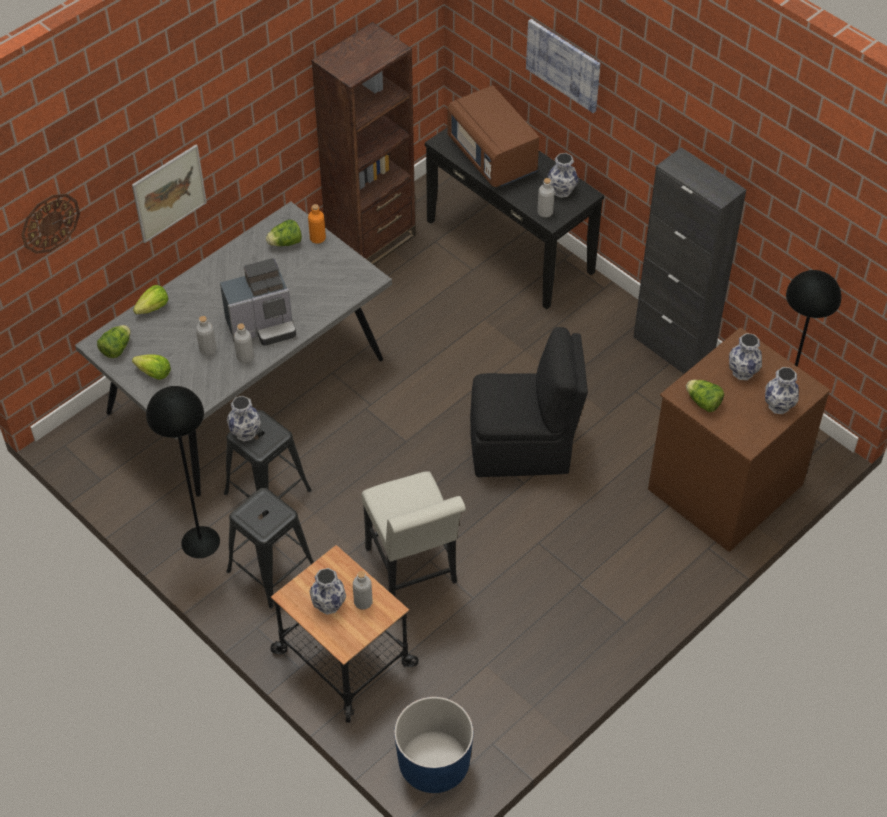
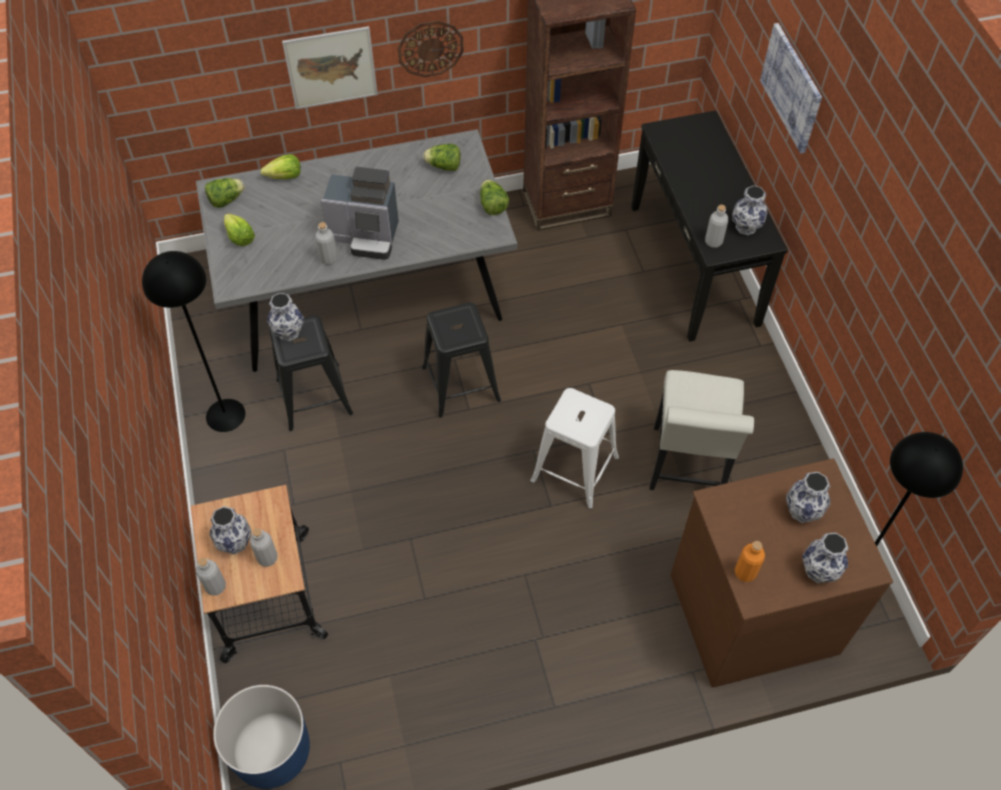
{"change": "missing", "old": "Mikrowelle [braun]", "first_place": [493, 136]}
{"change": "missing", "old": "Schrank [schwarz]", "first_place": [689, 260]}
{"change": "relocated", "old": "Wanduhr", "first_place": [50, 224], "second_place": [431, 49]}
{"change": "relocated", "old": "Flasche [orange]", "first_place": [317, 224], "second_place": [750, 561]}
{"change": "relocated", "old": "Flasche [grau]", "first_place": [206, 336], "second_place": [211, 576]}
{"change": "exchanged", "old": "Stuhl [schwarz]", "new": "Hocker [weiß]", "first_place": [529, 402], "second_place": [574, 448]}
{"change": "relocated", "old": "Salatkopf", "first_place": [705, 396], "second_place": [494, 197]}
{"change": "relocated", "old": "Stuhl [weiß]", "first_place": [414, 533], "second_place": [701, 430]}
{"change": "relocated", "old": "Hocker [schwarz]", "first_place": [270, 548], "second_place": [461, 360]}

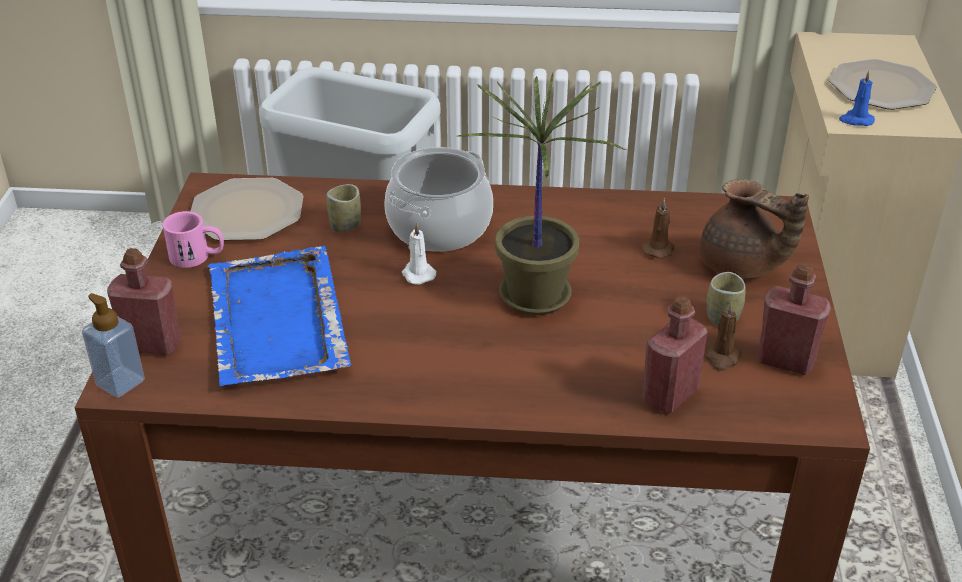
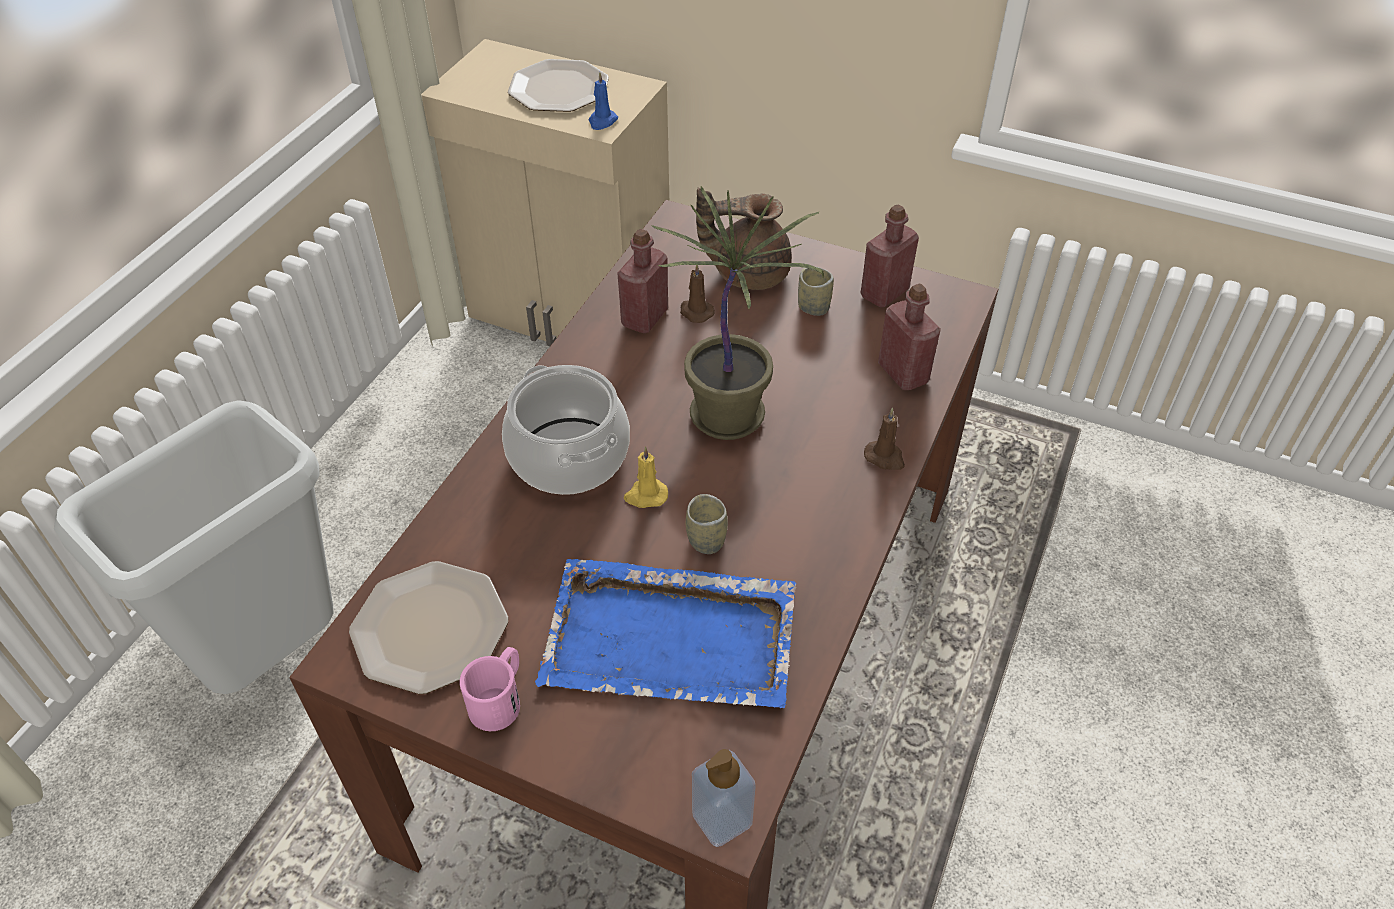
{"change": "spun", "old": "Teekanne [braun]", "first_place": [754, 229], "second_place": [744, 239], "degrees": -150}
{"change": "relocated", "old": "Tasse", "first_place": [343, 208], "second_place": [707, 524]}
{"change": "colour", "old": "Kerze [weiß]", "new": "Kerze [gelb]", "first_place": [419, 253], "second_place": [646, 477]}
{"change": "relocated", "old": "Flasche [rot]", "first_place": [144, 301], "second_place": [642, 281]}
{"change": "relocated", "old": "Kerze [braun]", "first_place": [723, 336], "second_place": [884, 439]}

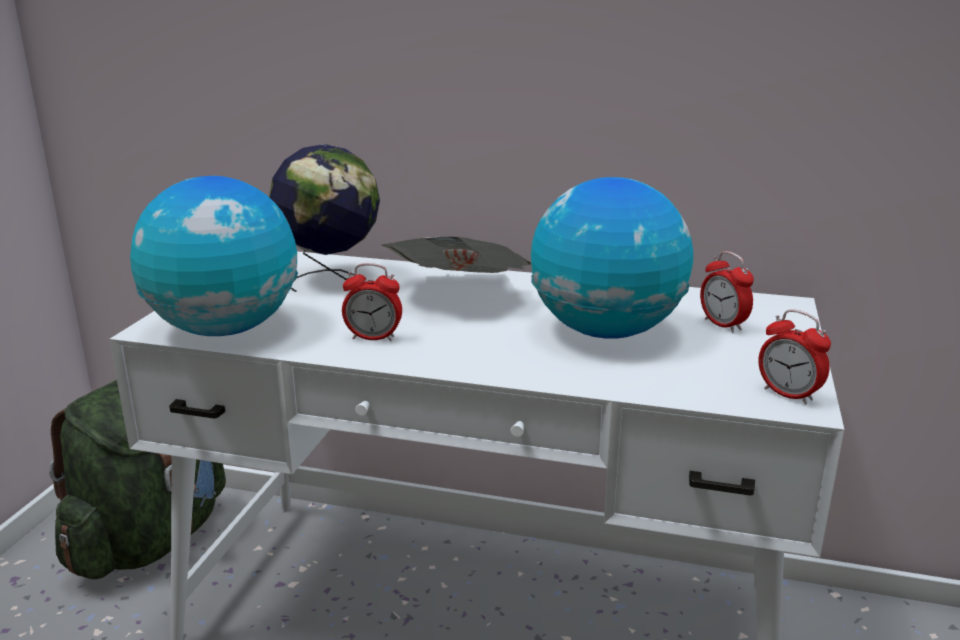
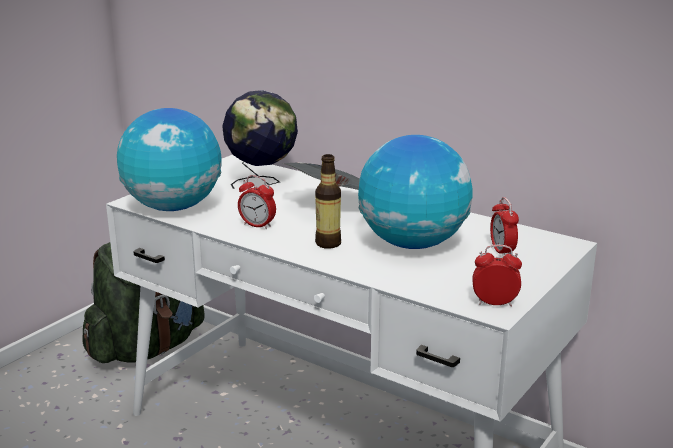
{"change": "spun", "old": "Wecker", "first_place": [794, 357], "second_place": [497, 276], "degrees": 120}
{"change": "appeared", "new": "Flasche", "second_place": [328, 201]}

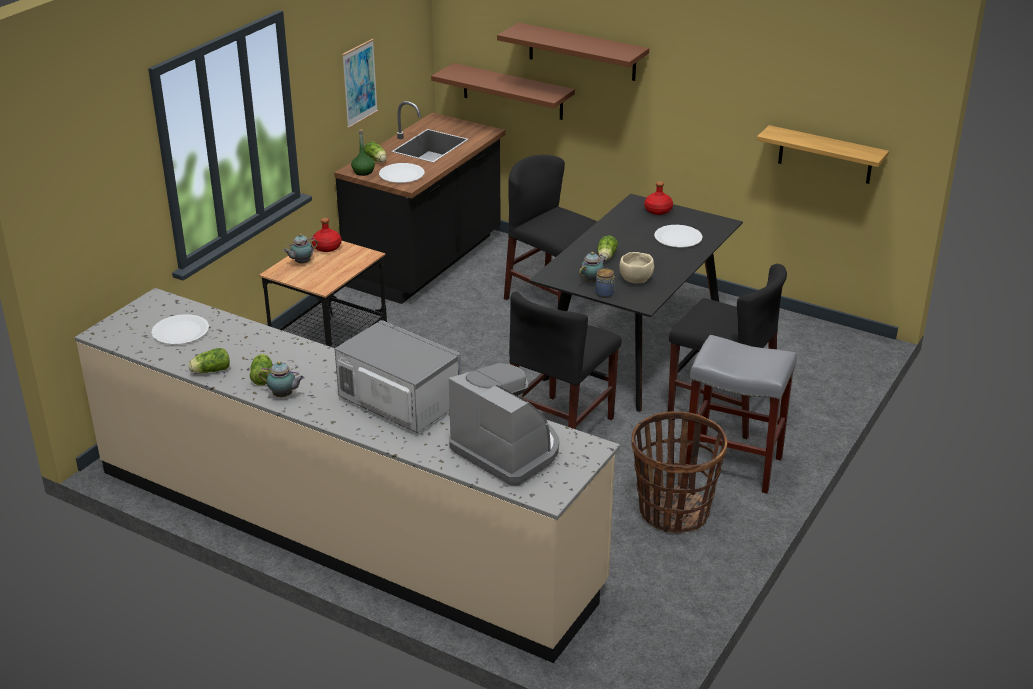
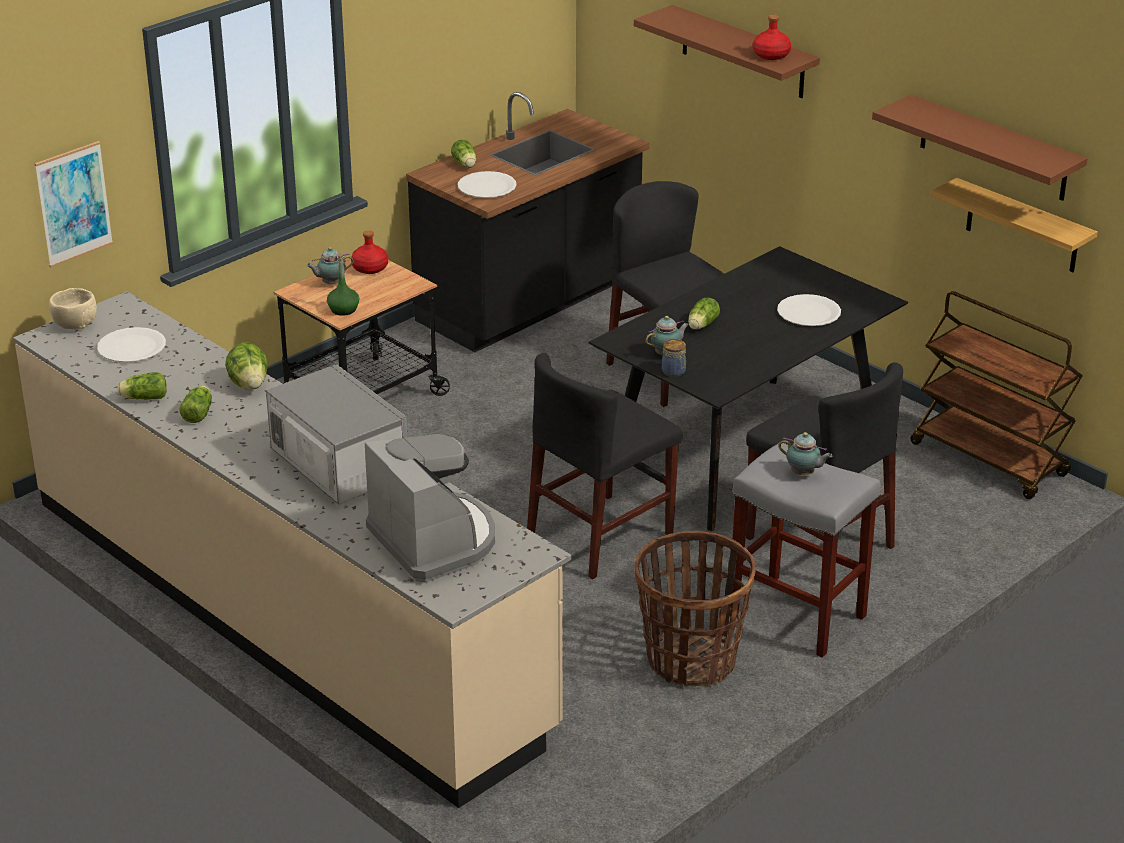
{"change": "relocated", "old": "Bild", "first_place": [360, 84], "second_place": [74, 204]}
{"change": "relocated", "old": "Wandregal [braun]", "first_place": [503, 91], "second_place": [980, 147]}
{"change": "relocated", "old": "Flasche [grün]", "first_place": [363, 152], "second_place": [343, 284]}
{"change": "relocated", "old": "Flasche [rot]", "first_place": [658, 198], "second_place": [772, 37]}
{"change": "relocated", "old": "Schüssel [beige]", "first_place": [636, 267], "second_place": [73, 309]}
{"change": "relocated", "old": "Teekanne", "first_place": [282, 379], "second_place": [806, 453]}
{"change": "appeared", "new": "Rollwagen [braun]", "second_place": [996, 395]}
{"change": "appeared", "new": "Salatkopf", "second_place": [246, 366]}

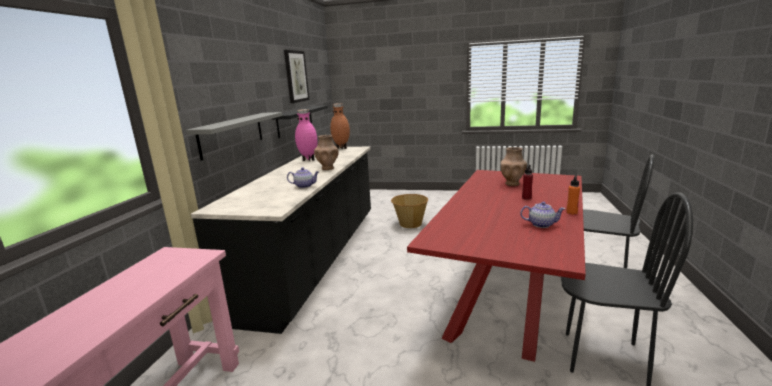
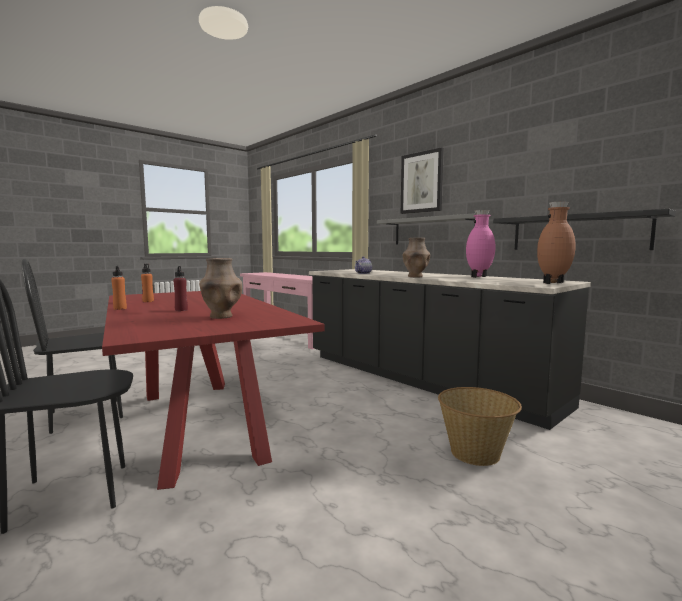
{"change": "relocated", "old": "Bild", "first_place": [296, 76], "second_place": [422, 180]}
{"change": "exchanged", "old": "Teekanne", "new": "Flasche [orange]", "first_place": [542, 215], "second_place": [147, 283]}

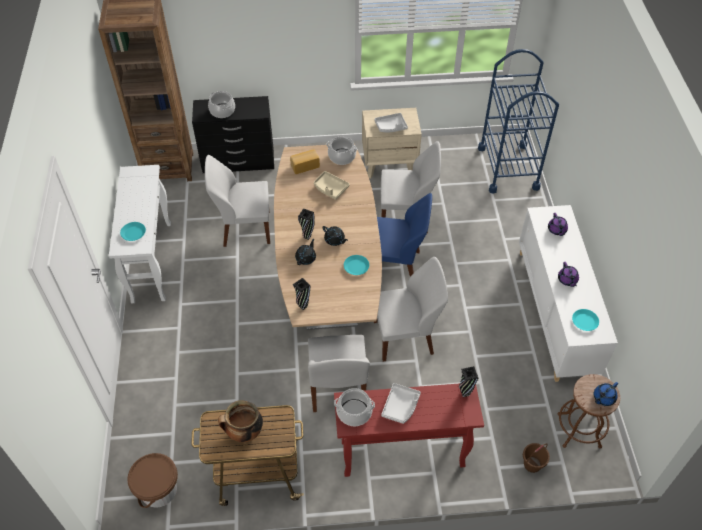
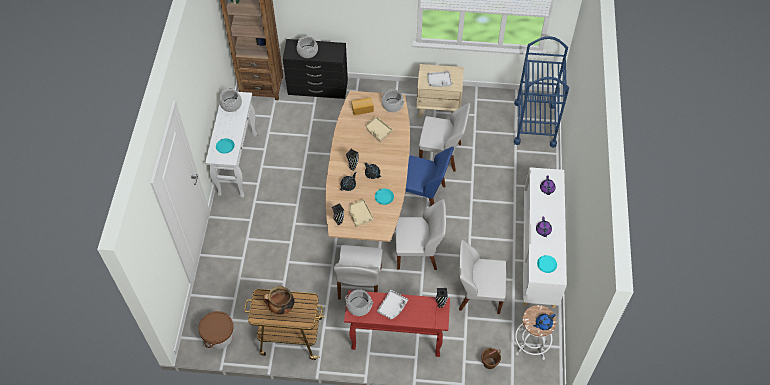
{"change": "relocated", "old": "Stuhl [weiß]", "first_place": [237, 201], "second_place": [482, 277]}
{"change": "colour", "old": "Hocker [braun]", "new": "Hocker [weiß]", "first_place": [589, 411], "second_place": [535, 332]}
{"change": "appeared", "new": "Kochtopf", "second_place": [230, 100]}
{"change": "appeared", "new": "Tablett [beige]", "second_place": [361, 213]}

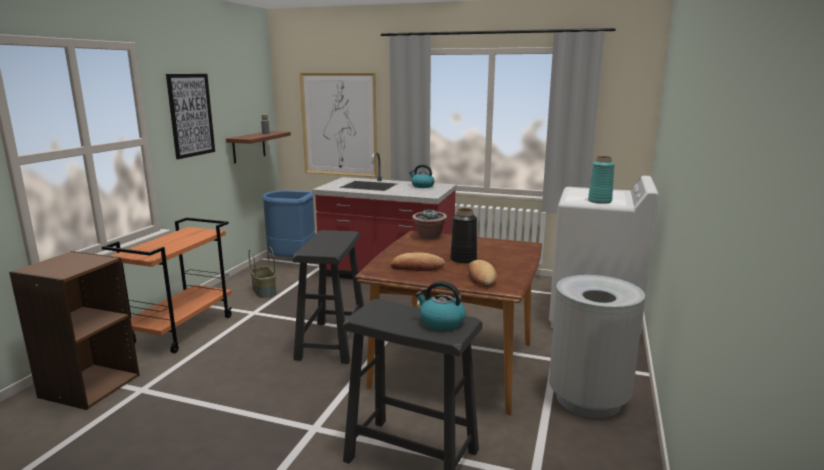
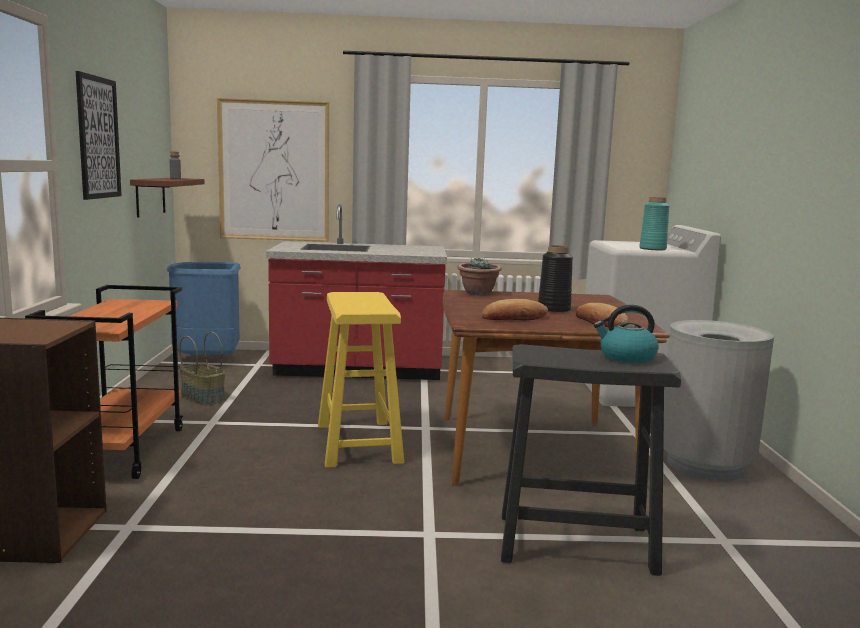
{"change": "missing", "old": "Wasserkessel", "first_place": [422, 176]}
{"change": "colour", "old": "Hocker [schwarz]", "new": "Hocker [gelb]", "first_place": [328, 297], "second_place": [361, 380]}

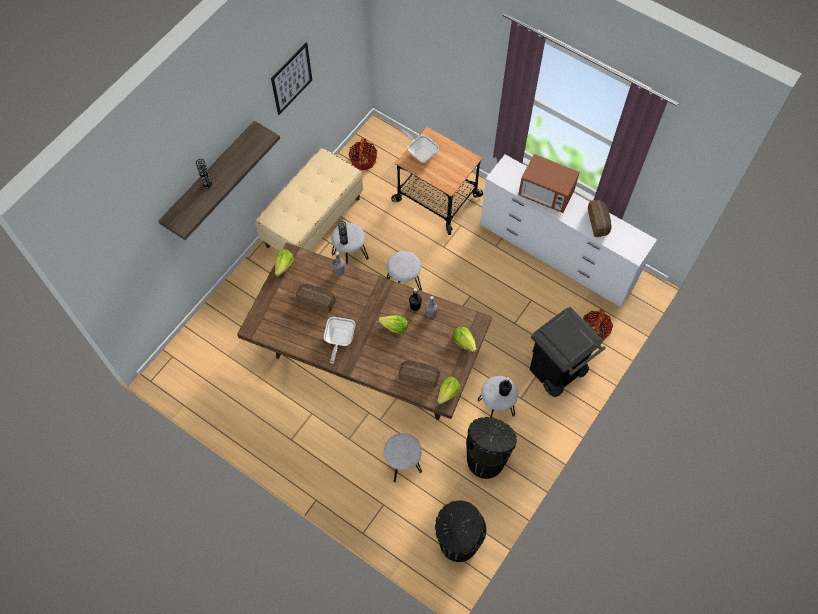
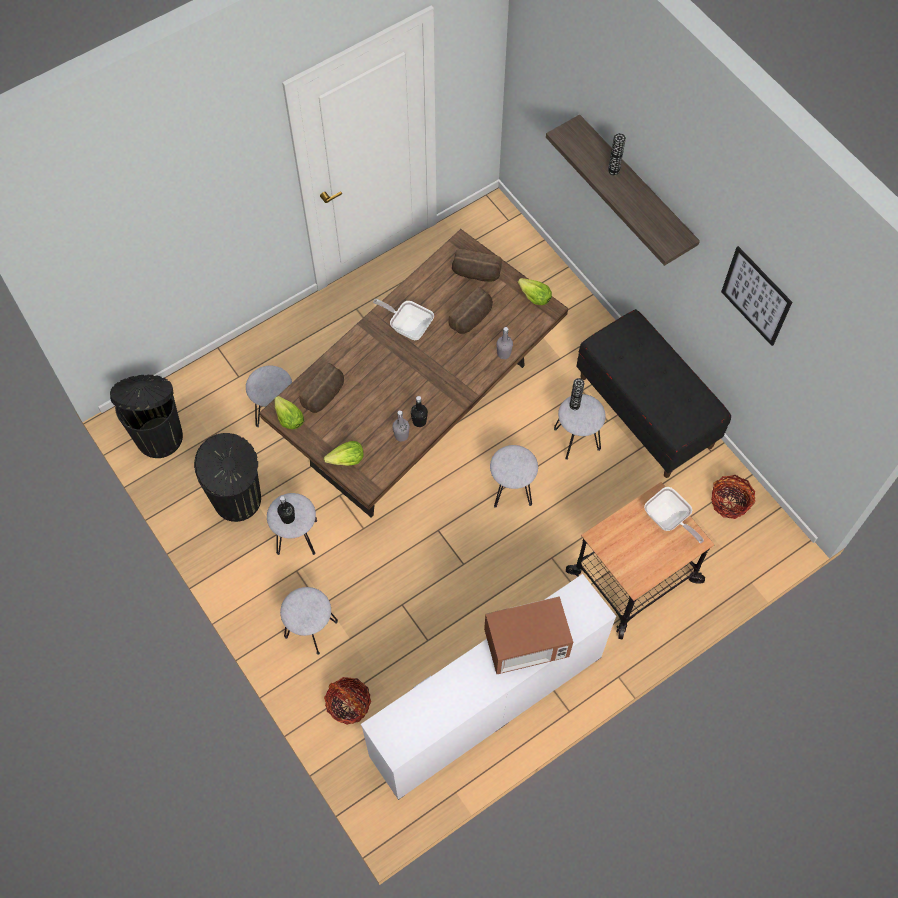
{"change": "spun", "old": "Pfanne", "first_place": [419, 146], "second_place": [674, 515], "degrees": 75}
{"change": "colour", "old": "Bank [beige]", "new": "Bank [schwarz]", "first_place": [309, 199], "second_place": [654, 393]}
{"change": "spun", "old": "Mikrowelle", "first_place": [549, 183], "second_place": [528, 635], "degrees": -150}
{"change": "relocated", "old": "Brot", "first_place": [599, 218], "second_place": [477, 265]}
{"change": "exchanged", "old": "Mülleimer [schwarz]", "new": "Hocker [grau]", "first_place": [568, 352], "second_place": [309, 621]}
{"change": "missing", "old": "Salatkopf", "first_place": [393, 324]}

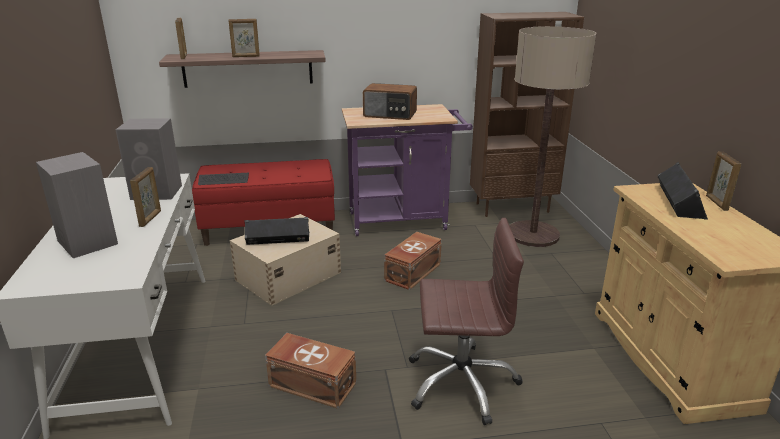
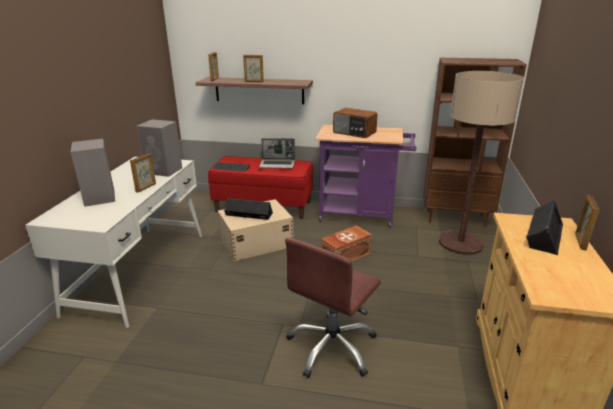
{"change": "spun", "old": "Bürostuhl [braun]", "first_place": [466, 321], "second_place": [333, 308], "degrees": 105}
{"change": "missing", "old": "Aufbewahrungsbox [braun]", "first_place": [310, 371]}
{"change": "appeared", "new": "Laptop", "second_place": [277, 153]}

